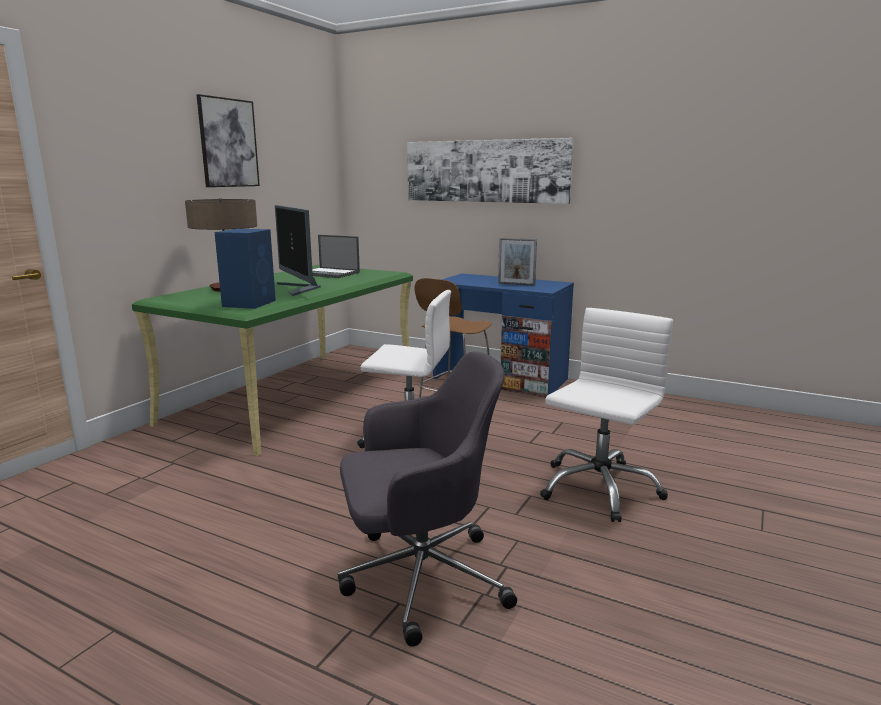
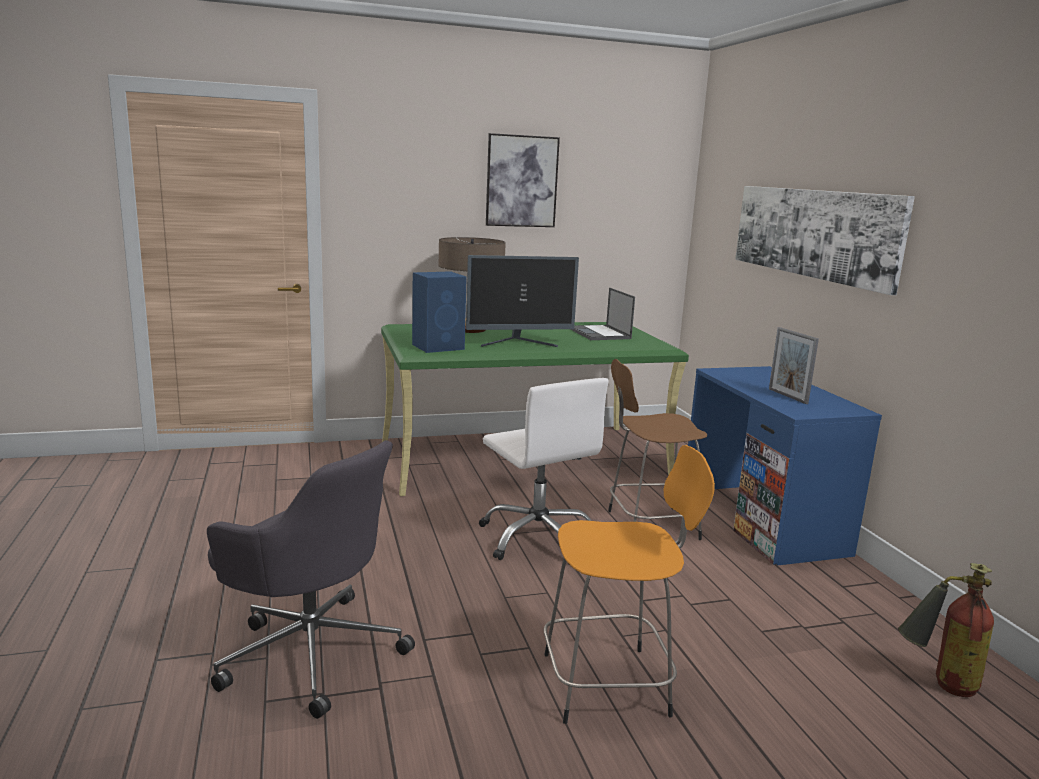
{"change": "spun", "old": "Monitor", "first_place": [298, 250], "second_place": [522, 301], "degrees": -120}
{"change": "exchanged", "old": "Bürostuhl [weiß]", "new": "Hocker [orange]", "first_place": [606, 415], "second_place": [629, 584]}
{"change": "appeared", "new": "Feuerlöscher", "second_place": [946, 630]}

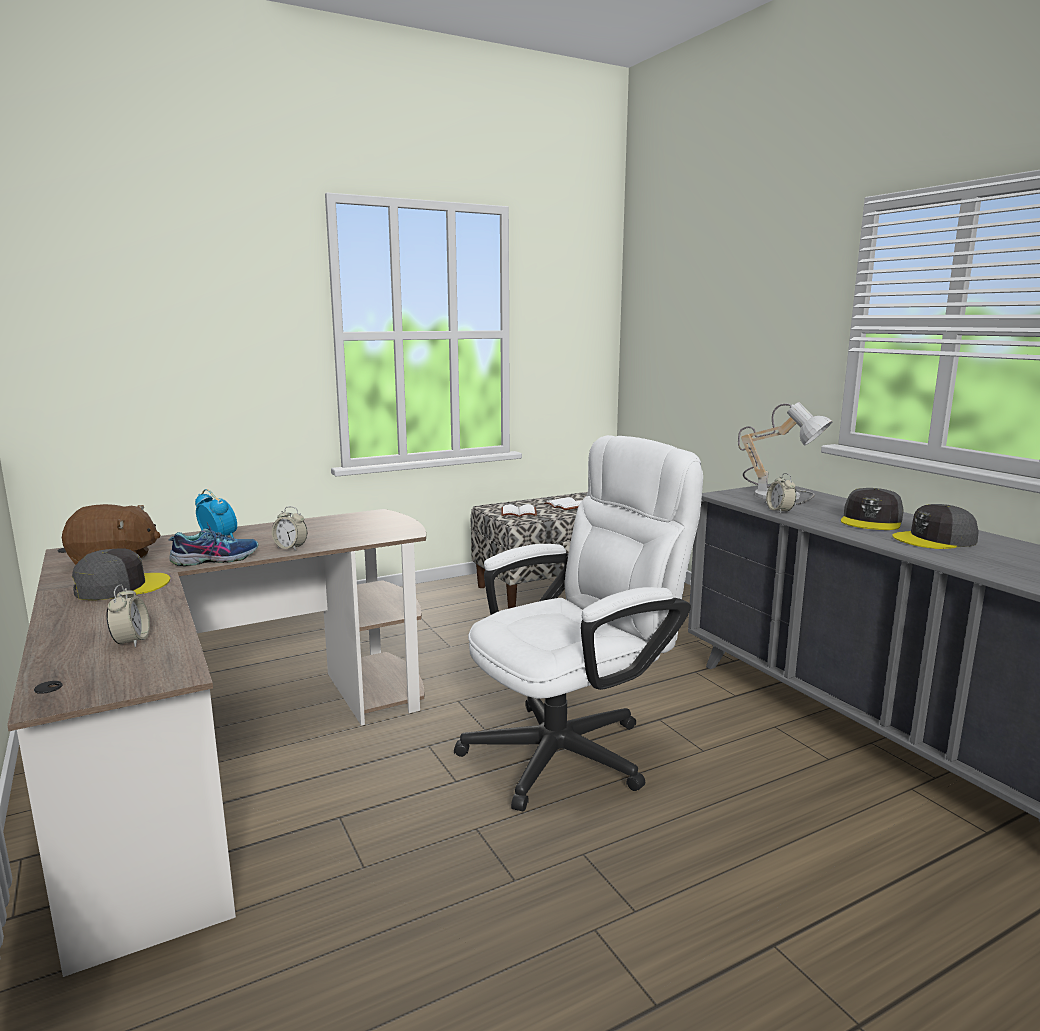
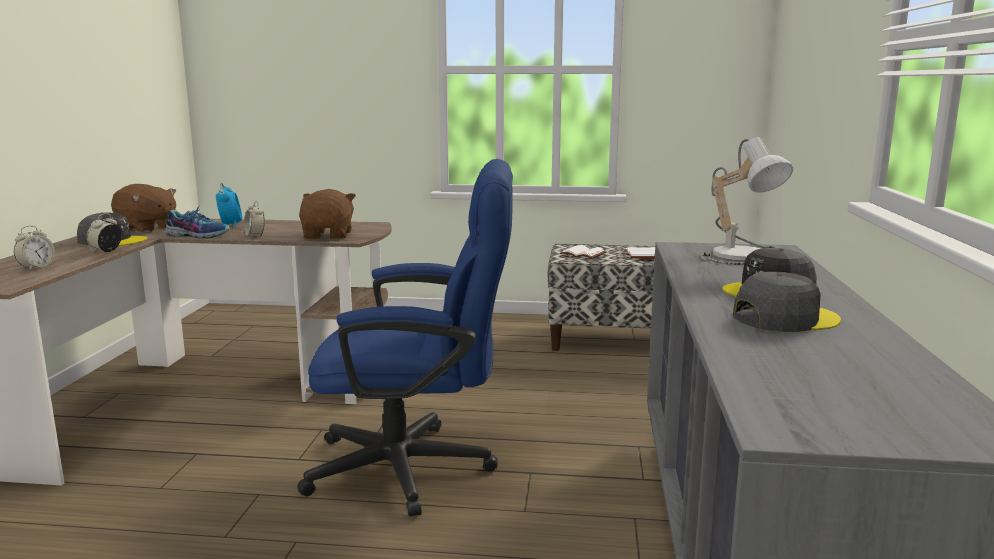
{"change": "colour", "old": "Bürostuhl [weiß]", "new": "Bürostuhl [blau]", "first_place": [578, 623], "second_place": [405, 338]}
{"change": "relocated", "old": "Wecker", "first_place": [781, 493], "second_place": [104, 233]}
{"change": "spun", "old": "Kappe [grau]", "first_place": [935, 526], "second_place": [787, 302], "degrees": 135}
{"change": "appeared", "new": "Plüschtier [braun]", "second_place": [327, 214]}

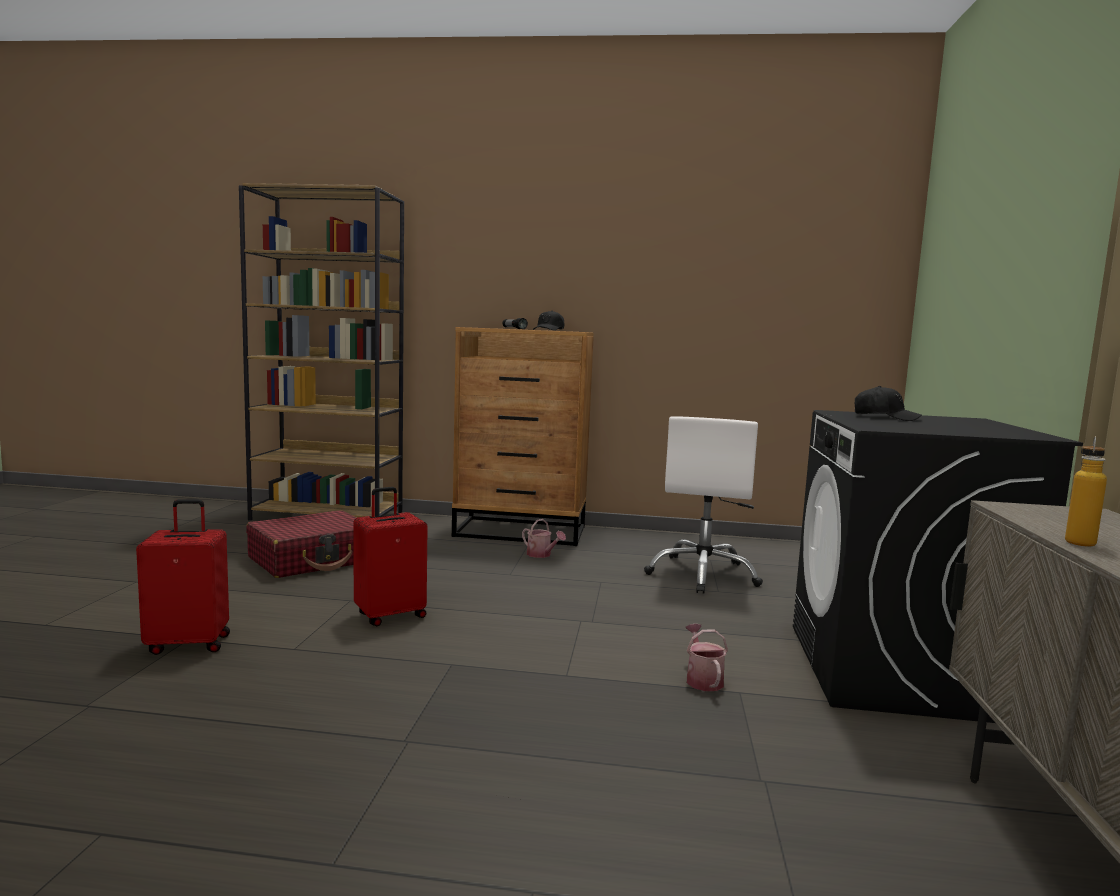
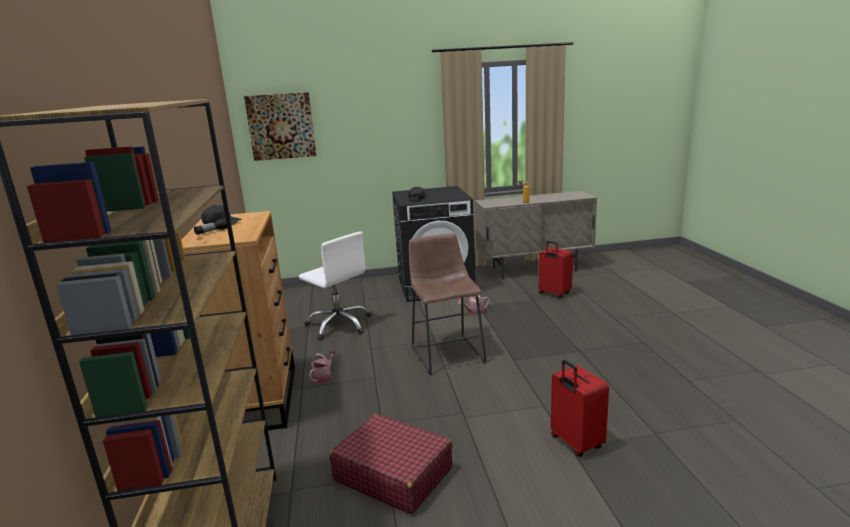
{"change": "spun", "old": "Bürostuhl [weiß]", "first_place": [703, 505], "second_place": [335, 285], "degrees": 45}
{"change": "relocated", "old": "Koffer [rot]", "first_place": [390, 556], "second_place": [556, 269]}
{"change": "appeared", "new": "Bild", "second_place": [280, 126]}
{"change": "appeared", "new": "Hocker [braun]", "second_place": [447, 304]}

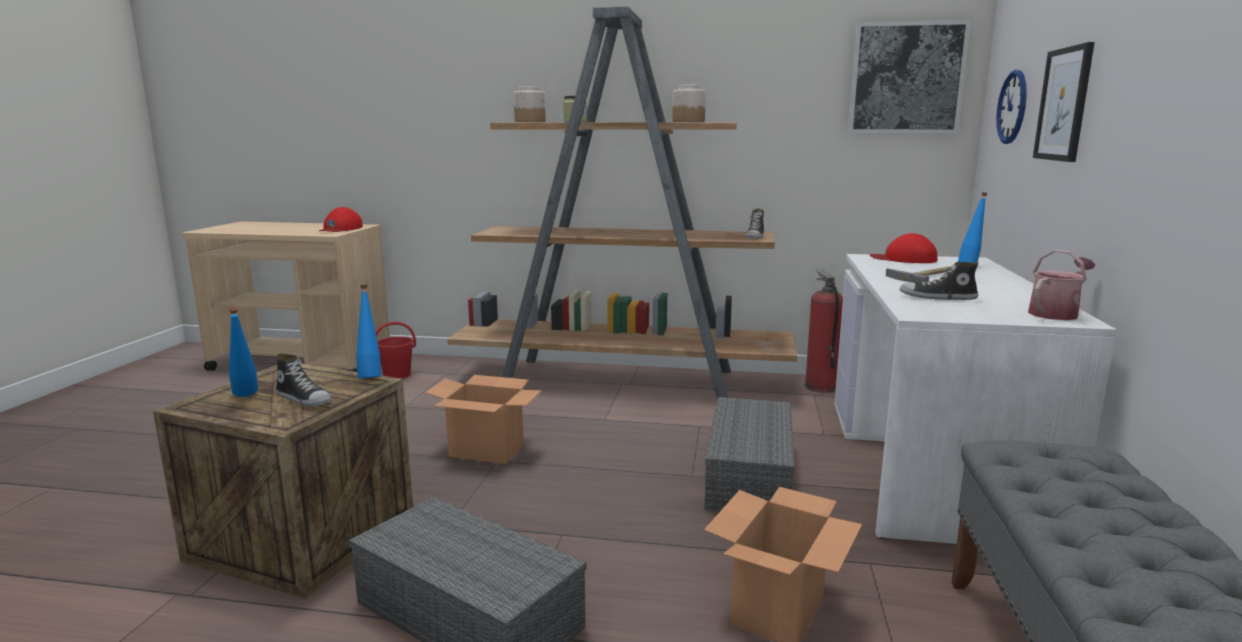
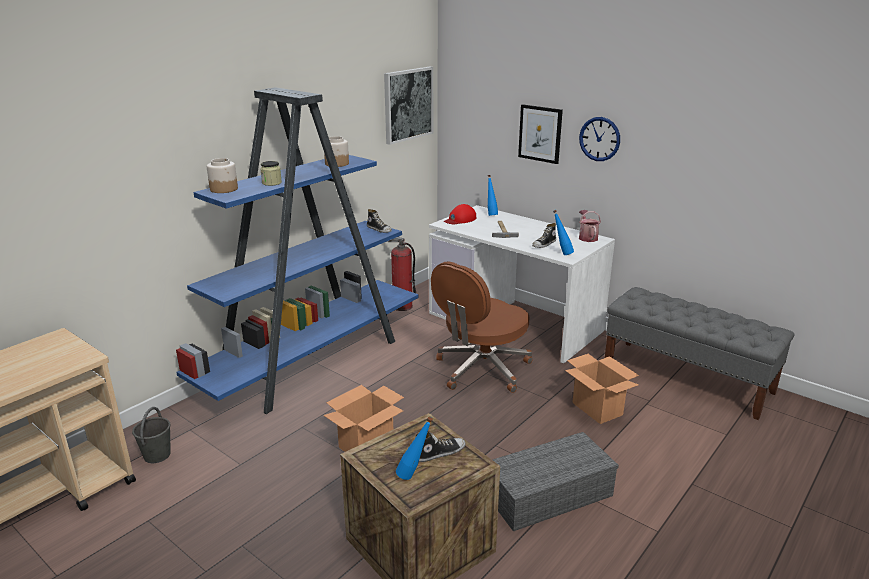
{"change": "colour", "old": "Bücherregal [braun]", "new": "Bücherregal [blau]", "first_place": [622, 203], "second_place": [297, 250]}
{"change": "relocated", "old": "Wanduhr", "first_place": [1011, 107], "second_place": [599, 139]}
{"change": "missing", "old": "Kappe [rot]", "first_place": [341, 219]}
{"change": "relocated", "old": "Flasche [blau]", "first_place": [368, 331], "second_place": [563, 232]}
{"change": "colour", "old": "Eimer [rot]", "new": "Eimer [grau]", "first_place": [395, 350], "second_place": [151, 435]}
{"change": "exchanged", "old": "Aufbewahrungsbox [grau]", "new": "Bürostuhl [braun]", "first_place": [749, 454], "second_place": [482, 327]}

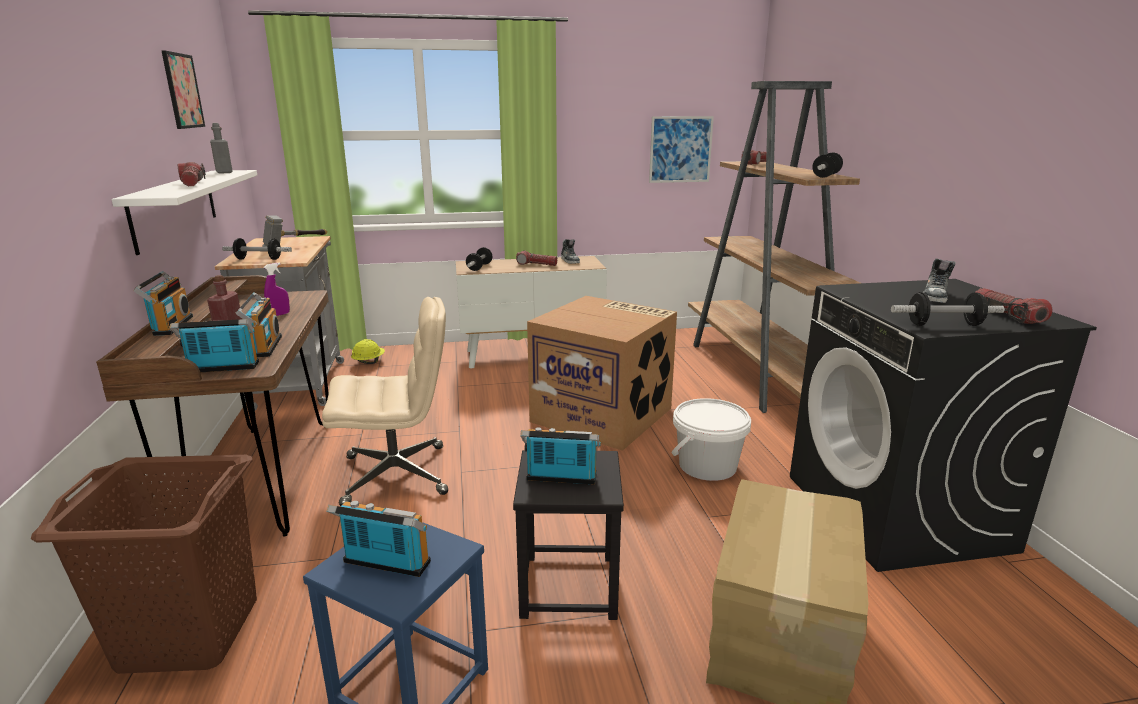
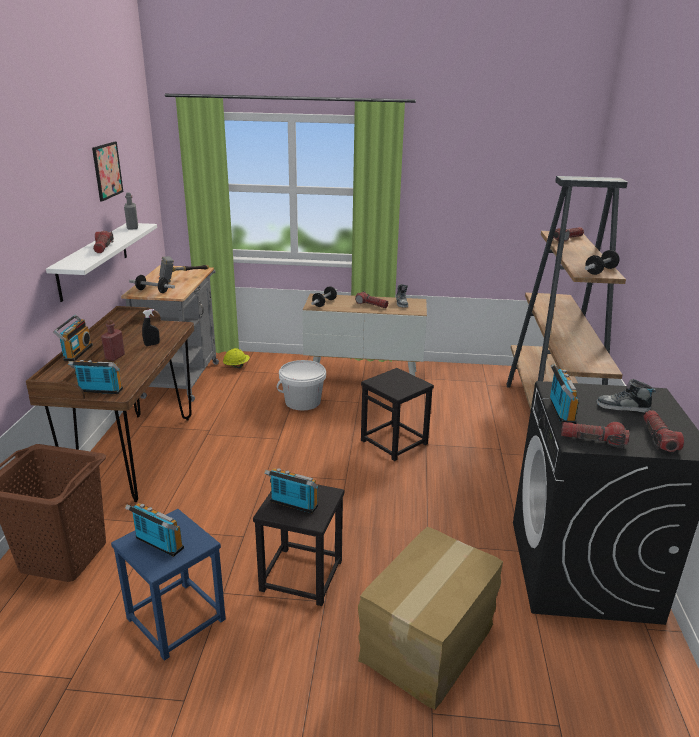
{"change": "missing", "old": "Bild", "first_place": [681, 149]}
{"change": "spun", "old": "Schuh", "first_place": [939, 280], "second_place": [626, 396], "degrees": 60}
{"change": "colour", "old": "Sprühflasche [lila]", "new": "Sprühflasche [schwarz]", "first_place": [277, 289], "second_place": [151, 327]}
{"change": "relocated", "old": "Radio", "first_place": [259, 324], "second_place": [564, 393]}
{"change": "exchanged", "old": "Hantel", "new": "Taschenlampe", "first_place": [948, 309], "second_place": [595, 435]}
{"change": "exchanged", "old": "Karton", "new": "Hocker [schwarz]", "first_place": [602, 373], "second_place": [397, 414]}
{"change": "missing", "old": "Bürostuhl [beige]", "first_place": [385, 401]}
{"change": "relocated", "old": "Eimer [weiß]", "first_place": [711, 439], "second_place": [301, 385]}

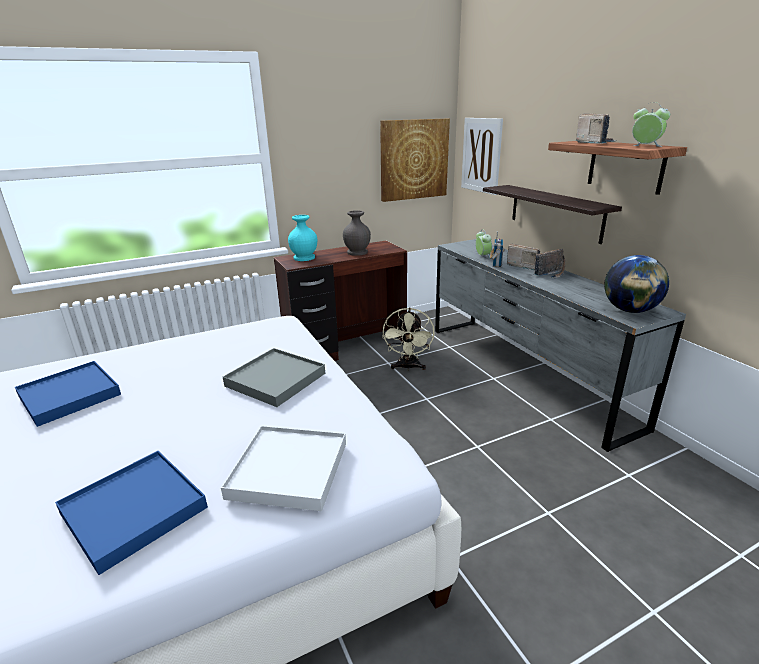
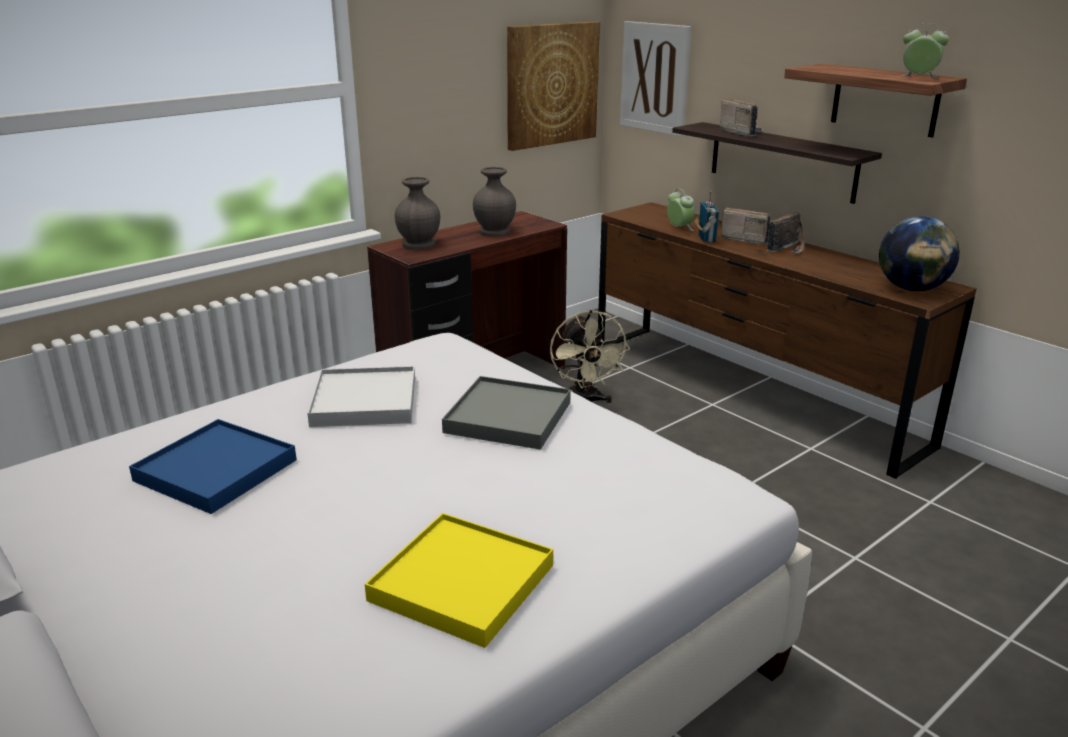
{"change": "relocated", "old": "Radio", "first_place": [595, 129], "second_place": [742, 117]}
{"change": "colour", "old": "Vase [türkis]", "new": "Vase [grau]", "first_place": [302, 238], "second_place": [417, 213]}
{"change": "colour", "old": "Kommode [grau]", "new": "Kommode [braun]", "first_place": [560, 345], "second_place": [787, 340]}
{"change": "relocated", "old": "Tablett [weiß]", "first_place": [283, 468], "second_place": [361, 396]}
{"change": "colour", "old": "Tablett [blau]", "new": "Tablett [gelb]", "first_place": [131, 513], "second_place": [459, 580]}

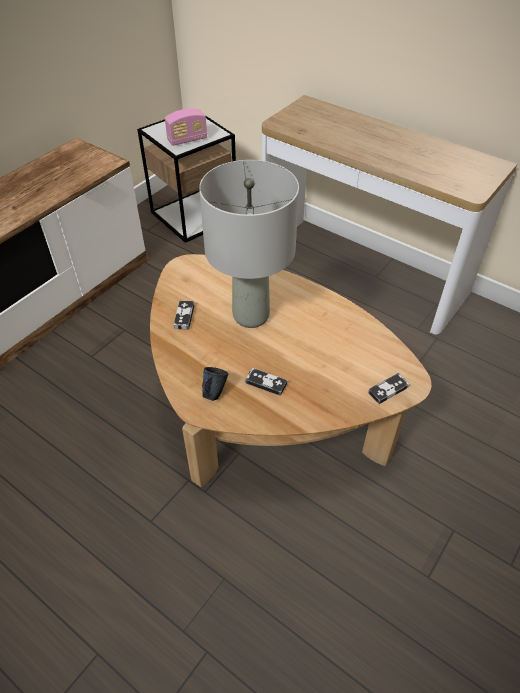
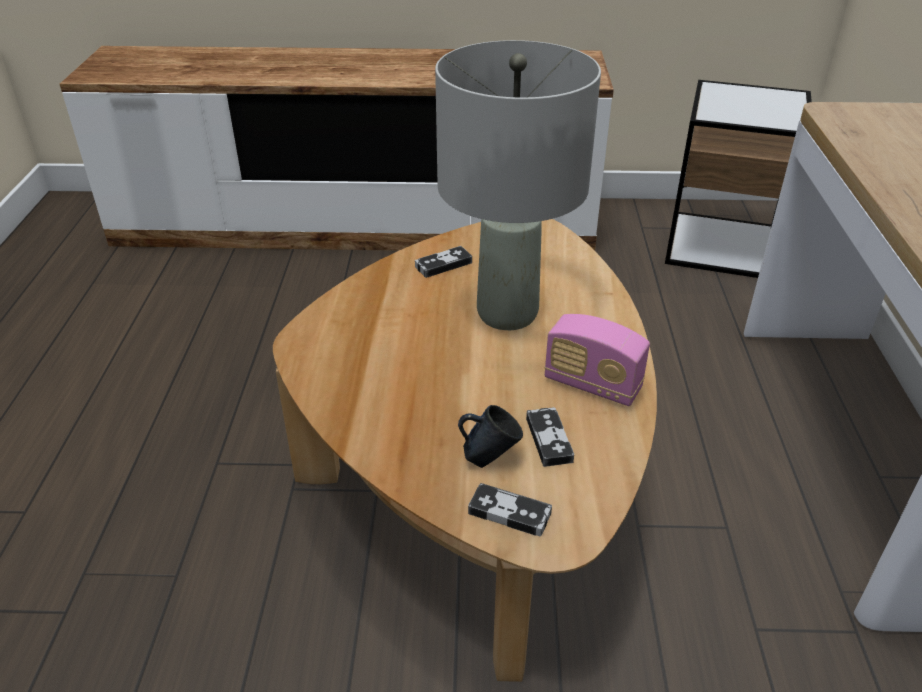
{"change": "relocated", "old": "Radio", "first_place": [186, 127], "second_place": [597, 360]}
{"change": "relocated", "old": "Henkelbecher [blau]", "first_place": [215, 384], "second_place": [490, 436]}
{"change": "relocated", "old": "Gamepad", "first_place": [266, 382], "second_place": [550, 437]}

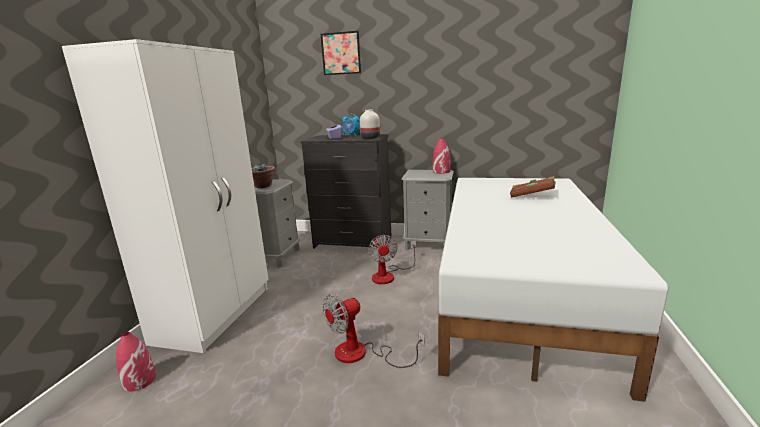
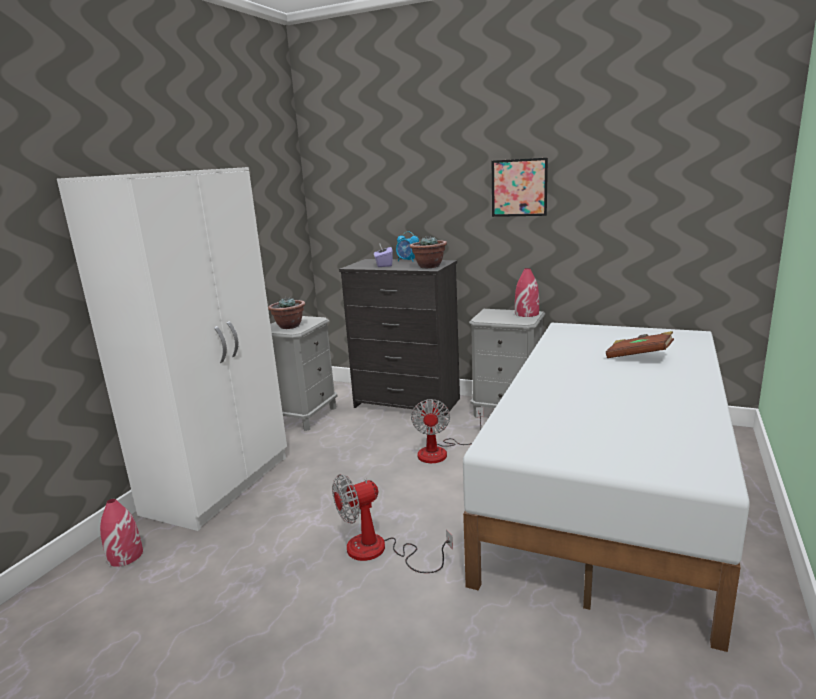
{"change": "relocated", "old": "Bild", "first_place": [341, 53], "second_place": [520, 187]}
{"change": "exchanged", "old": "Vase [weiß]", "new": "Topfpflanze", "first_place": [370, 124], "second_place": [428, 252]}

